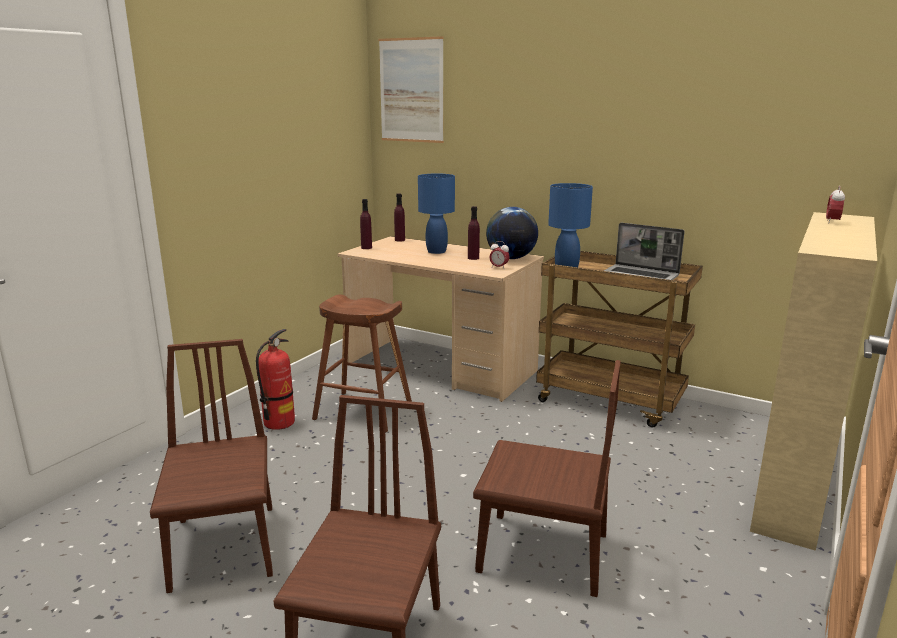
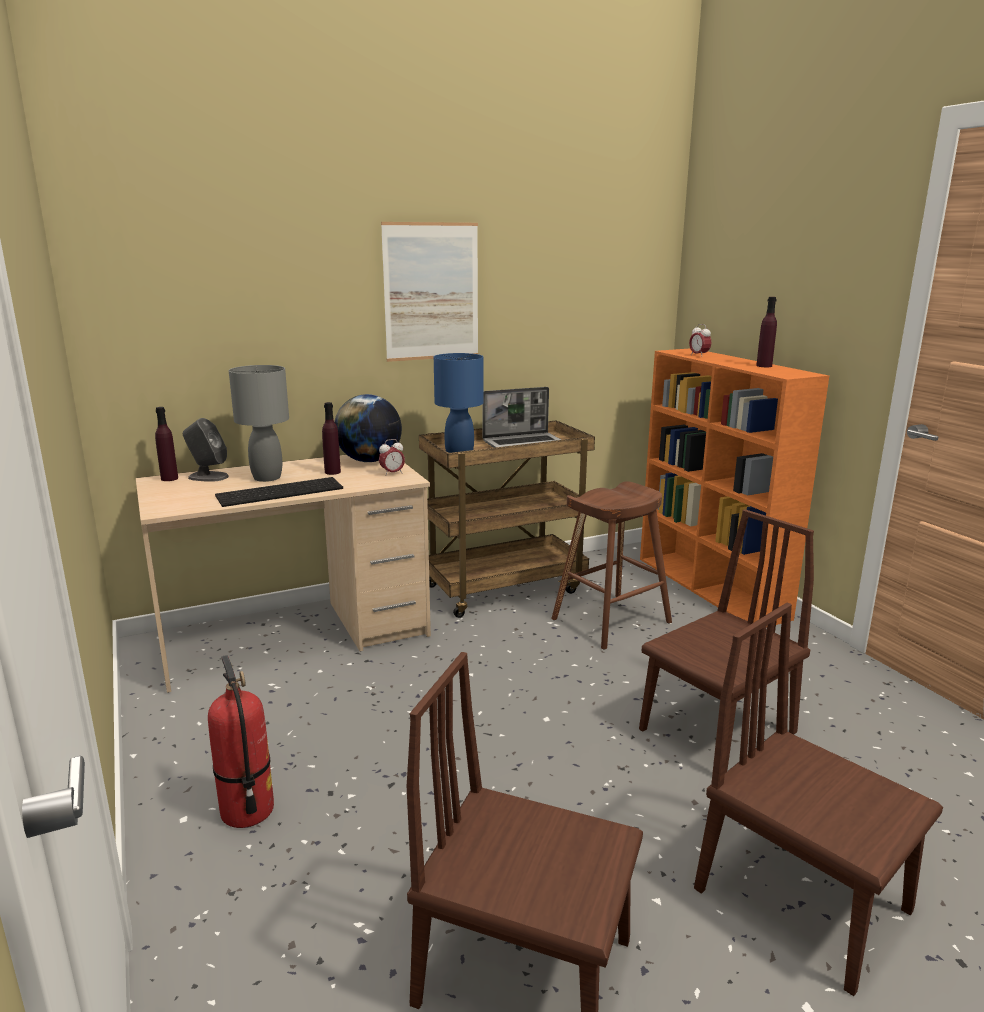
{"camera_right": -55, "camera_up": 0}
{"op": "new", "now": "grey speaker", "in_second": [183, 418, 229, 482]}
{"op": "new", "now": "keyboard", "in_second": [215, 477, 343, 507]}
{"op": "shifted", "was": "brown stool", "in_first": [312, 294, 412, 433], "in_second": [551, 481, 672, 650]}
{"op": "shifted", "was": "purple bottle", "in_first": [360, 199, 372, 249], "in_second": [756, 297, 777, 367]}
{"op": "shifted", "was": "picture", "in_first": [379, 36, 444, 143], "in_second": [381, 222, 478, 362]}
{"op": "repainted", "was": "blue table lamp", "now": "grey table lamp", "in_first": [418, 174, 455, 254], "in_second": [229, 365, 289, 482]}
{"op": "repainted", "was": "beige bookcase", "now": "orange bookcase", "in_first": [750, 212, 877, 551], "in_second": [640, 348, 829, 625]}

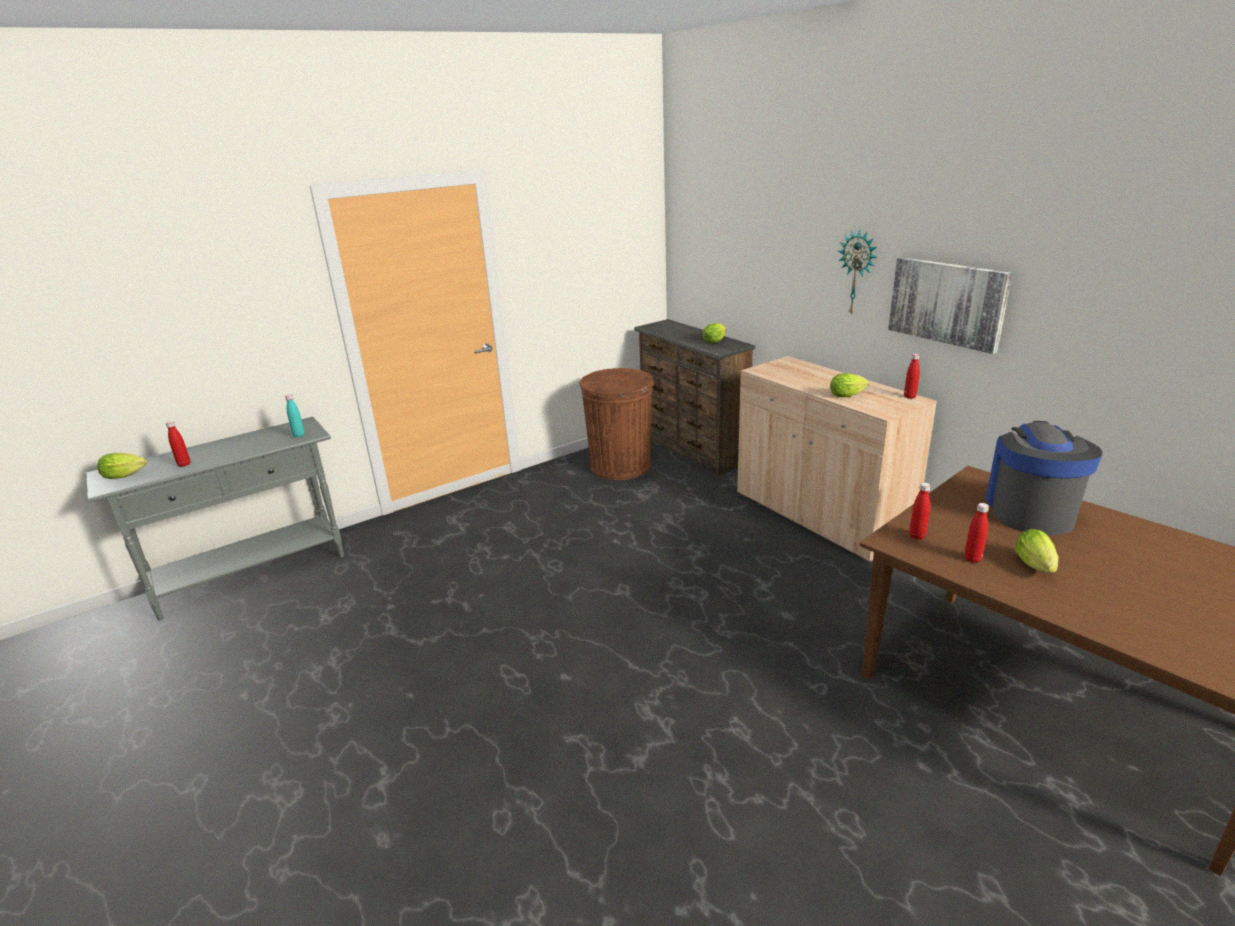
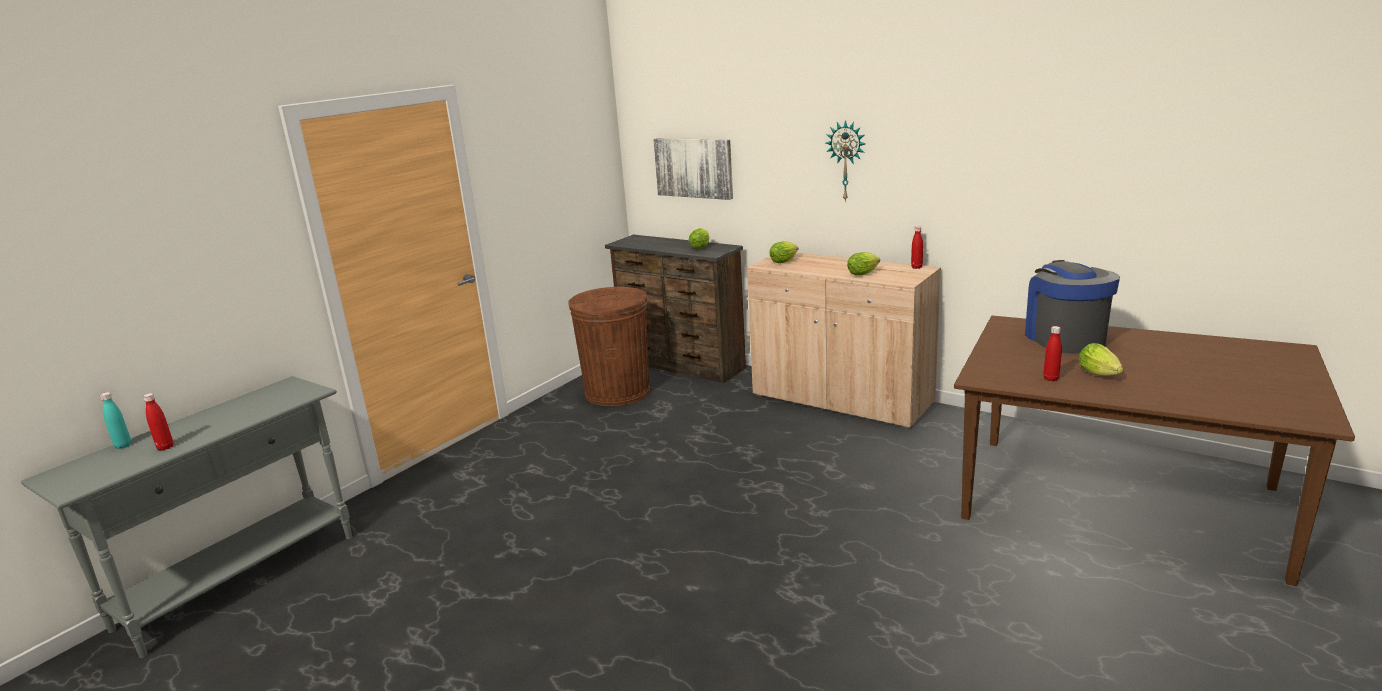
{"camera_right": -20, "camera_up": -5}
{"op": "gone", "was": "red bottle", "in_first": [909, 482, 930, 539]}
{"op": "shifted", "was": "lettuce", "in_first": [97, 453, 147, 479], "in_second": [769, 241, 798, 263]}
{"op": "shifted", "was": "turquoise bottle", "in_first": [285, 394, 305, 437], "in_second": [100, 392, 131, 449]}
{"op": "shifted", "was": "picture", "in_first": [888, 257, 1012, 354], "in_second": [653, 138, 733, 200]}

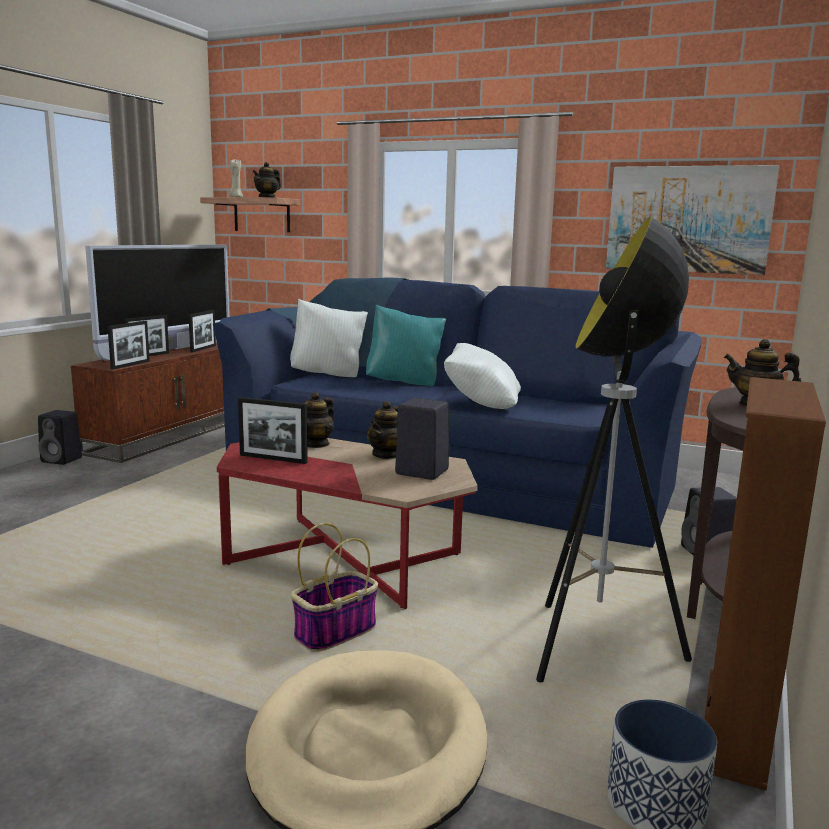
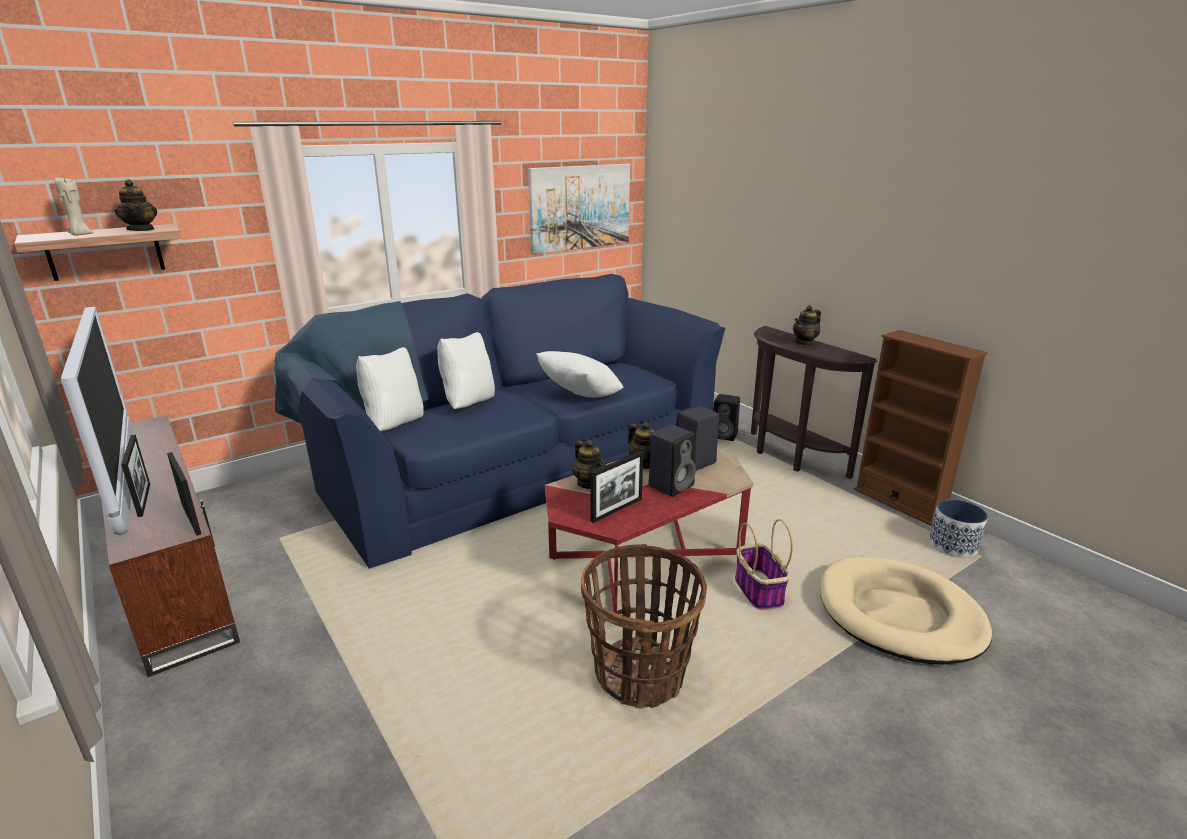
{"camera_right": -60, "camera_up": 10}
{"op": "gone", "was": "picture frame", "in_first": [188, 310, 216, 352]}
{"op": "gone", "was": "floor lamp", "in_first": [536, 216, 692, 682]}
{"op": "new", "now": "basket", "in_second": [581, 544, 707, 709]}
{"op": "shifted", "was": "black speaker", "in_first": [38, 410, 82, 465], "in_second": [648, 425, 696, 497]}
{"op": "repainted", "was": "turquoise pillow", "now": "white pillow", "in_first": [366, 304, 446, 386], "in_second": [437, 332, 495, 409]}

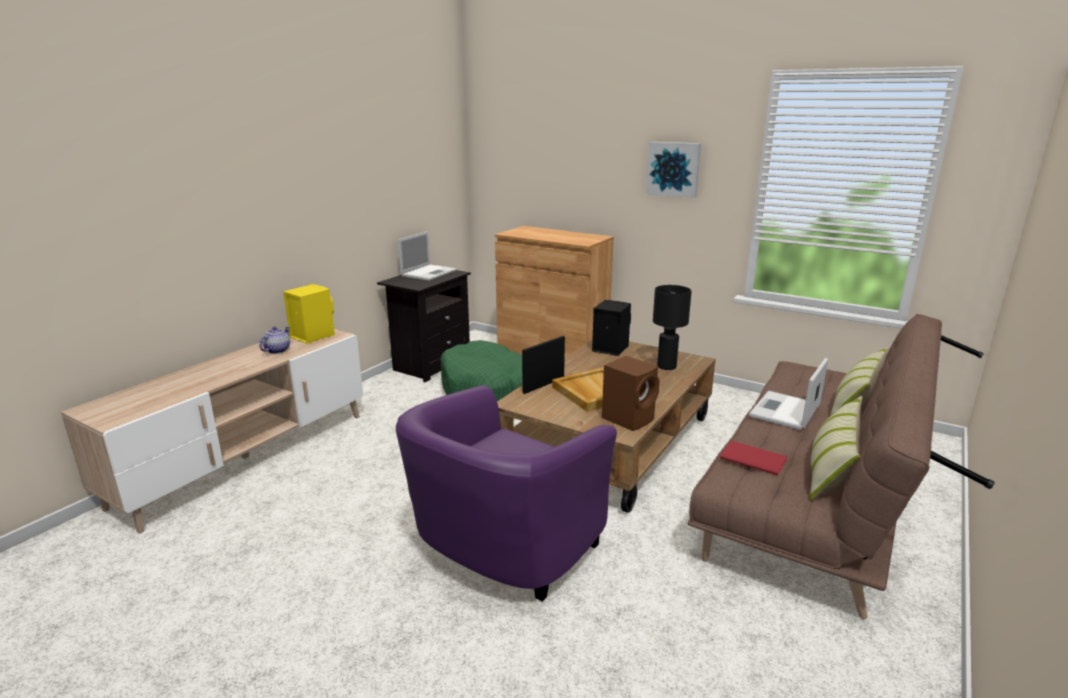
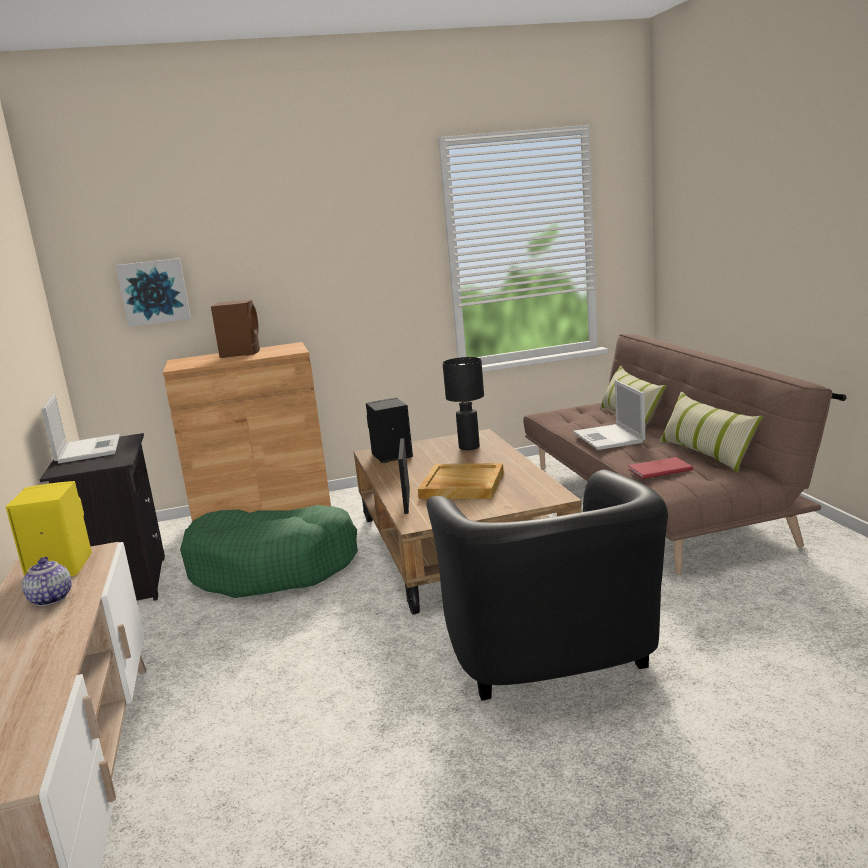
{"camera_right": -45, "camera_up": -5}
{"op": "shifted", "was": "brown speaker", "in_first": [602, 356, 660, 431], "in_second": [211, 299, 260, 358]}
{"op": "shifted", "was": "picture", "in_first": [646, 142, 701, 198], "in_second": [116, 258, 191, 327]}
{"op": "repainted", "was": "purple armchair", "now": "black armchair", "in_first": [396, 385, 617, 602], "in_second": [426, 470, 668, 701]}

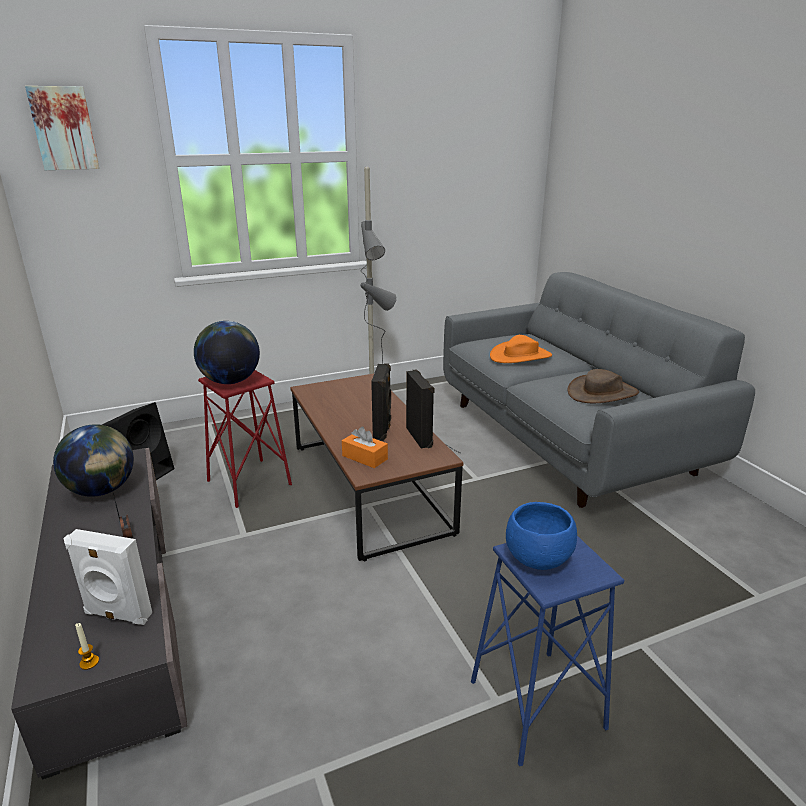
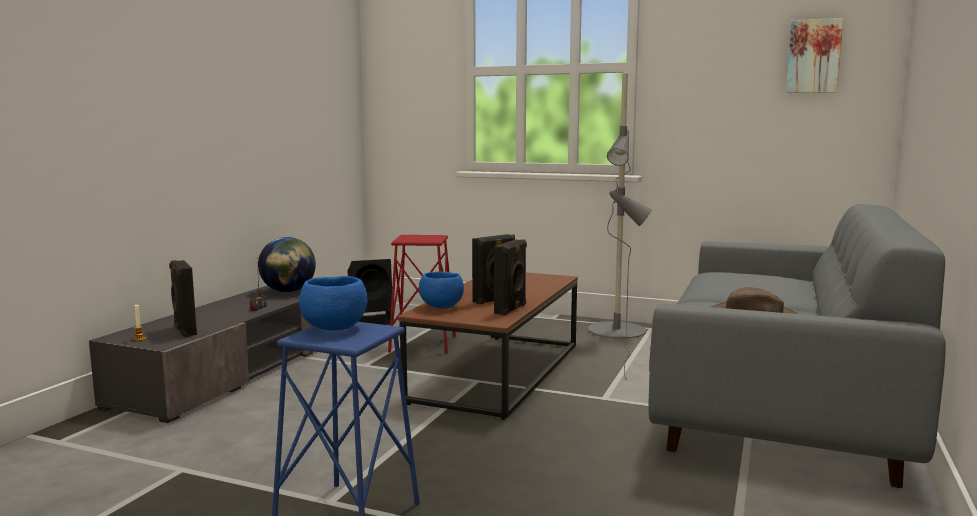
{"camera_right": 45, "camera_up": -15}
{"op": "gone", "was": "globe", "in_first": [194, 321, 260, 384]}
{"op": "gone", "was": "orange hat", "in_first": [490, 335, 552, 363]}
{"op": "shifted", "was": "picture", "in_first": [25, 86, 99, 170], "in_second": [786, 18, 843, 93]}
{"op": "swapped", "was": "orange tissue box", "now": "blue bowl", "in_first": [342, 427, 388, 468], "in_second": [419, 272, 464, 308]}
{"op": "repainted", "was": "white speaker", "now": "black speaker", "in_first": [64, 529, 152, 625], "in_second": [169, 260, 197, 337]}

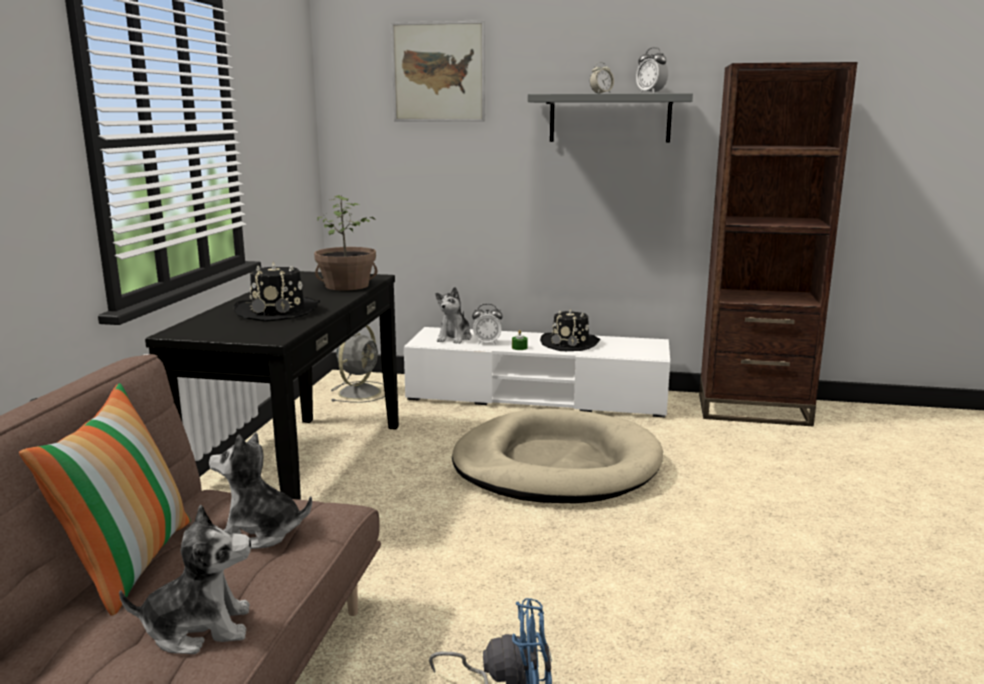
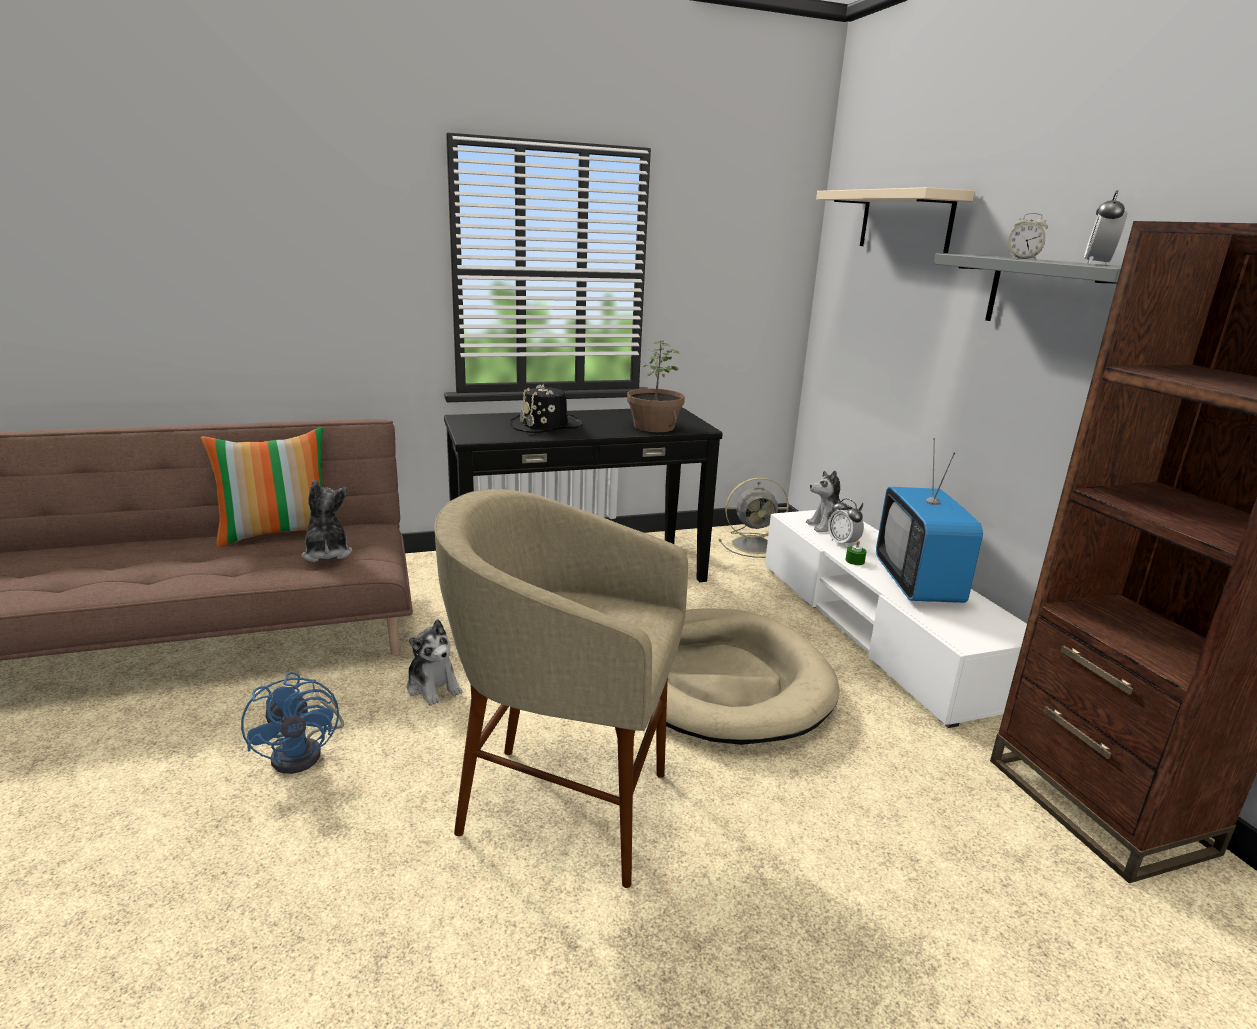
{"camera_right": 60, "camera_up": 5}
{"op": "new", "now": "beige stool", "in_second": [434, 489, 688, 888]}
{"op": "shifted", "was": "plush toy", "in_first": [119, 505, 251, 654], "in_second": [407, 619, 463, 706]}
{"op": "swapped", "was": "picture", "now": "beige shelf", "in_first": [391, 21, 485, 121], "in_second": [816, 187, 975, 253]}
{"op": "swapped", "was": "black hat", "now": "television", "in_first": [540, 309, 601, 351], "in_second": [876, 438, 983, 603]}

